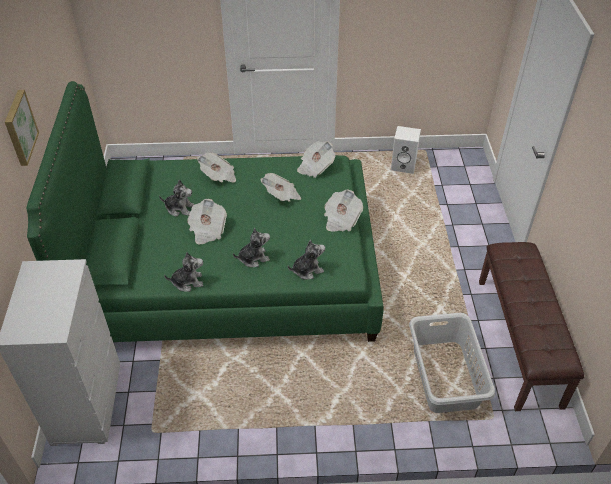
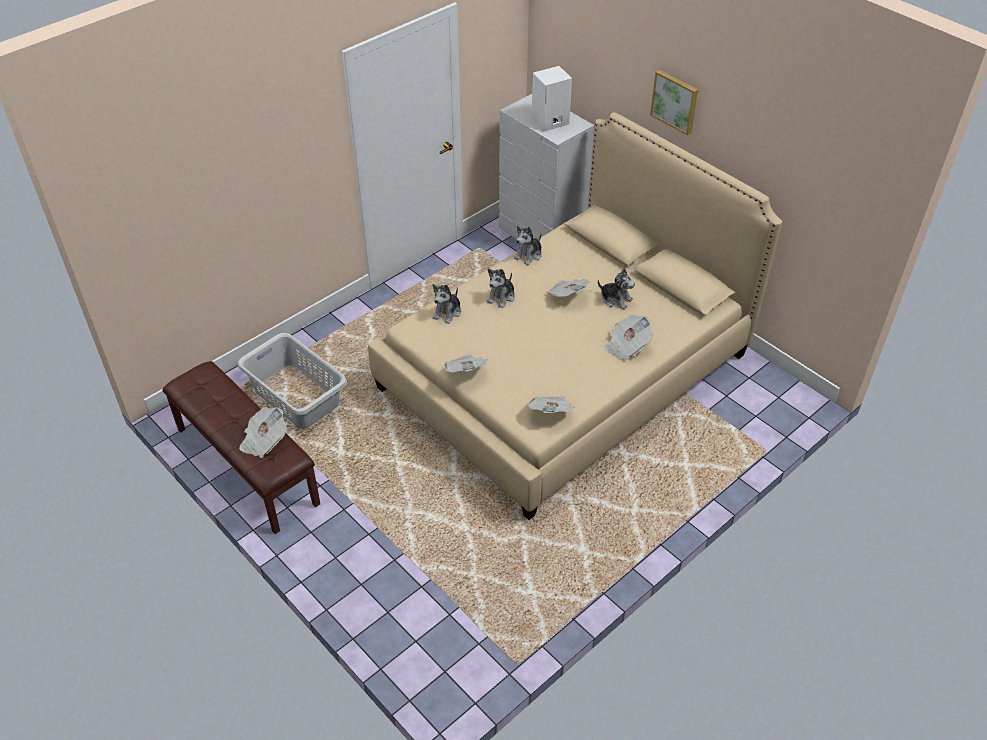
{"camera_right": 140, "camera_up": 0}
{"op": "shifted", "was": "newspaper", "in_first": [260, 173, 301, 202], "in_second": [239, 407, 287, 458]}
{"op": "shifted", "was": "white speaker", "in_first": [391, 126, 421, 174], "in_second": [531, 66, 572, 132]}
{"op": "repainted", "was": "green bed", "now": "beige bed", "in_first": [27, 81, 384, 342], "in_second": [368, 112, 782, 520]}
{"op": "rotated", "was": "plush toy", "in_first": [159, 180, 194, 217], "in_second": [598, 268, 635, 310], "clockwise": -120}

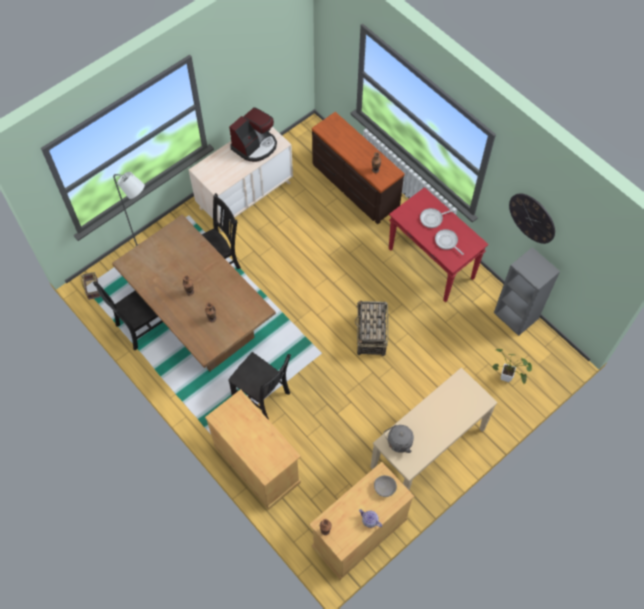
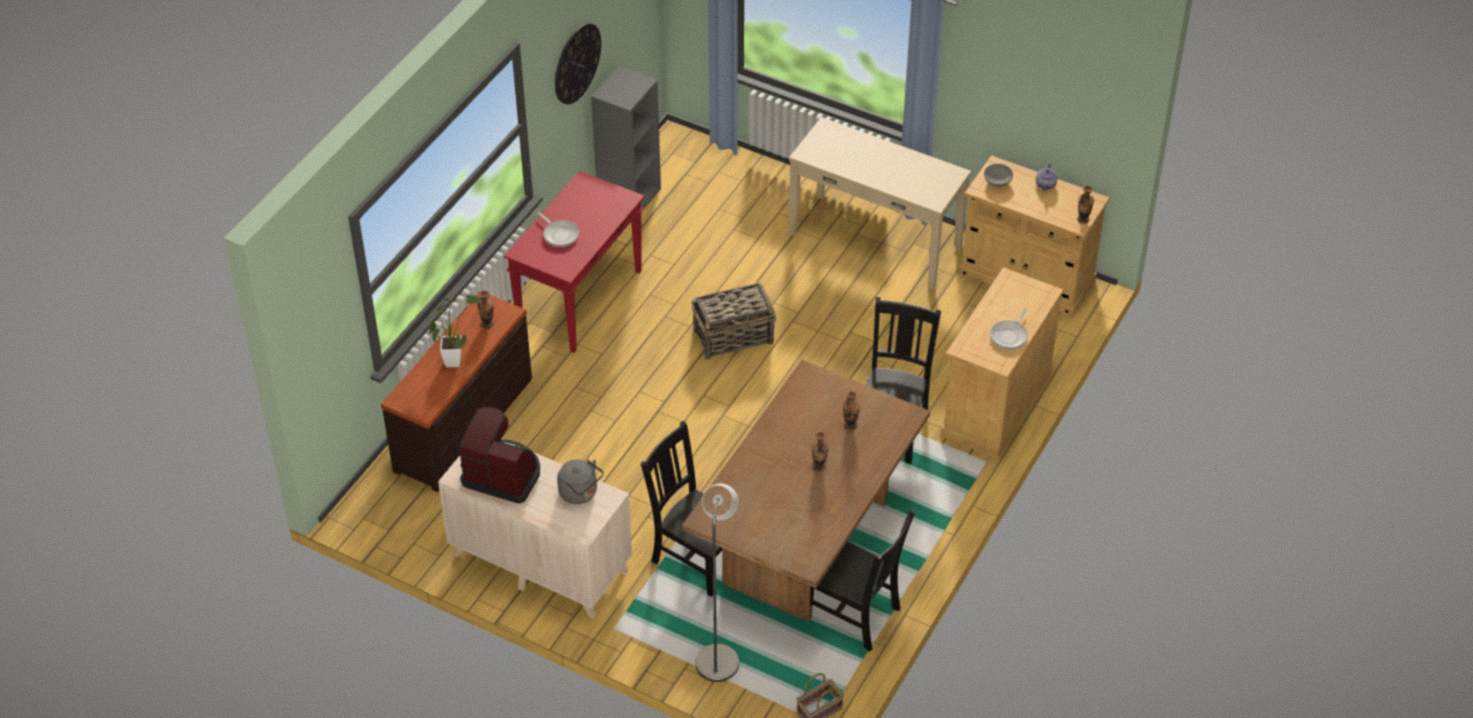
{"camera_right": -110, "camera_up": -15}
{"op": "shifted", "was": "grey kettle", "in_first": [384, 425, 414, 453], "in_second": [557, 460, 604, 504]}
{"op": "shifted", "was": "frying pan", "in_first": [435, 229, 464, 255], "in_second": [990, 309, 1028, 350]}
{"op": "shifted", "was": "potted plant", "in_first": [492, 349, 532, 384], "in_second": [429, 295, 480, 367]}

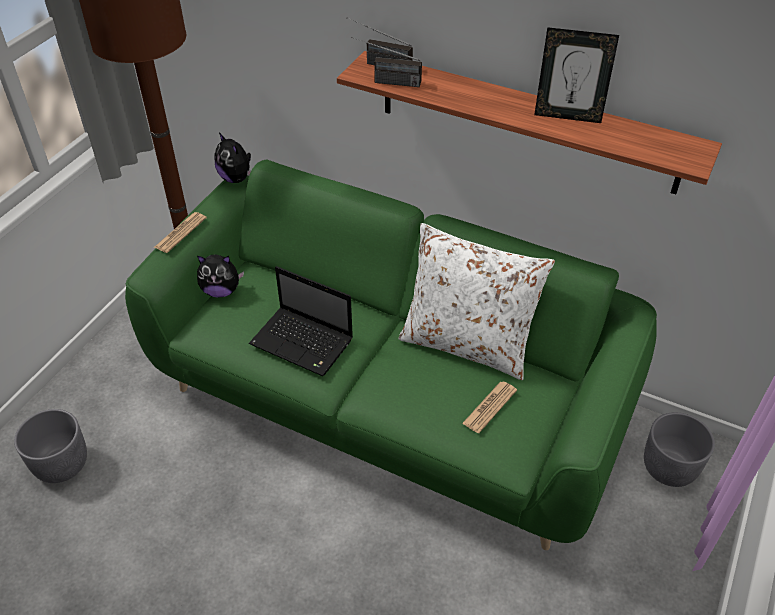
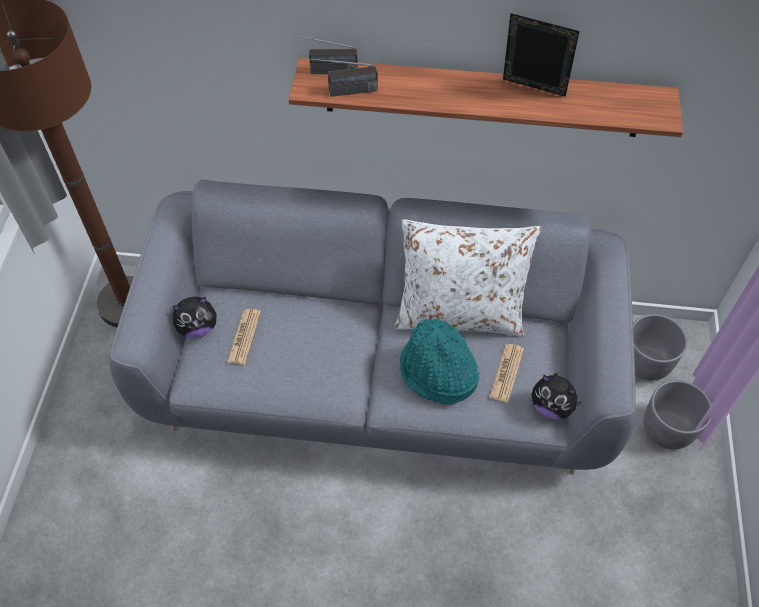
{"camera_right": -20, "camera_up": 10}
{"op": "gone", "was": "laptop", "in_first": [249, 266, 353, 376]}
{"op": "new", "now": "turquoise hat", "in_second": [400, 319, 480, 404]}
{"op": "shifted", "was": "grey planter", "in_first": [14, 409, 87, 483], "in_second": [644, 380, 711, 450]}
{"op": "shifted", "was": "newspaper", "in_first": [154, 212, 207, 253], "in_second": [227, 309, 261, 365]}
{"op": "shifted", "was": "plush toy", "in_first": [215, 132, 251, 183], "in_second": [532, 373, 581, 419]}
{"op": "repainted", "was": "green sofa", "now": "grey sofa", "in_first": [125, 159, 657, 550], "in_second": [110, 180, 636, 475]}
{"op": "rotated", "was": "picture frame", "in_first": [534, 27, 619, 123], "in_second": [503, 13, 580, 97], "clockwise": -150}

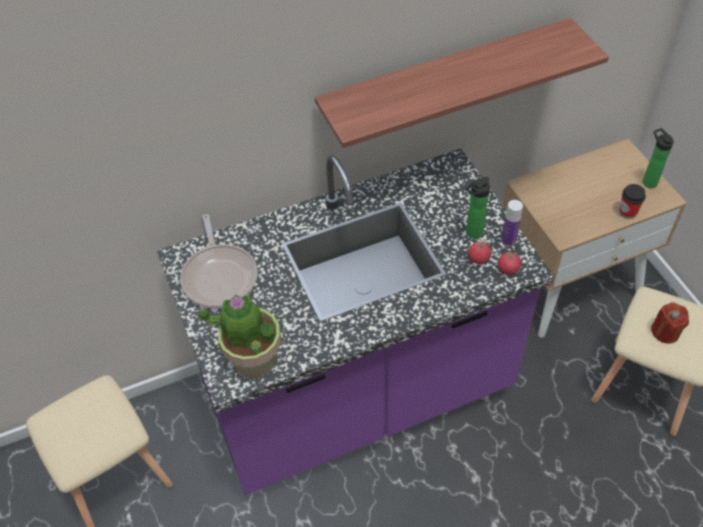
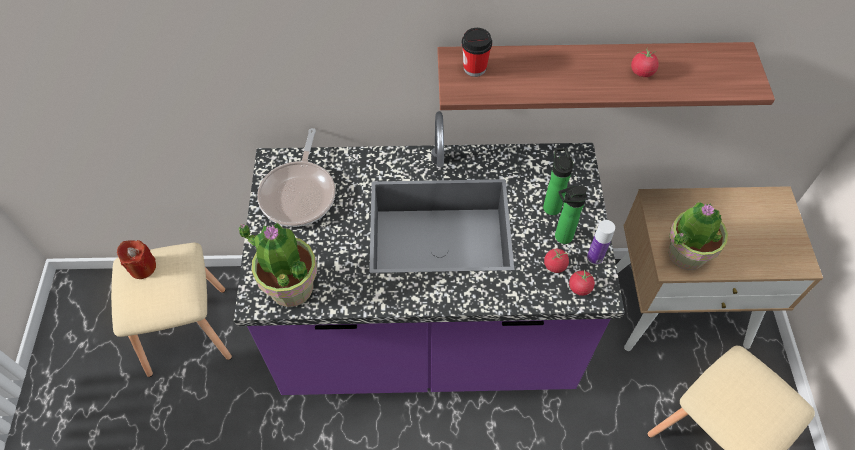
{"camera_right": 20, "camera_up": 5}
{"op": "new", "now": "tomato", "in_second": [631, 48, 659, 77]}
{"op": "new", "now": "potted plant", "in_second": [668, 202, 728, 270]}
{"op": "shifted", "was": "cup", "in_first": [619, 184, 646, 219], "in_second": [462, 28, 492, 77]}
{"op": "shifted", "was": "bottle", "in_first": [643, 128, 674, 188], "in_second": [543, 148, 573, 215]}
{"op": "shifted", "was": "red candle", "in_first": [651, 302, 689, 344], "in_second": [117, 240, 156, 279]}

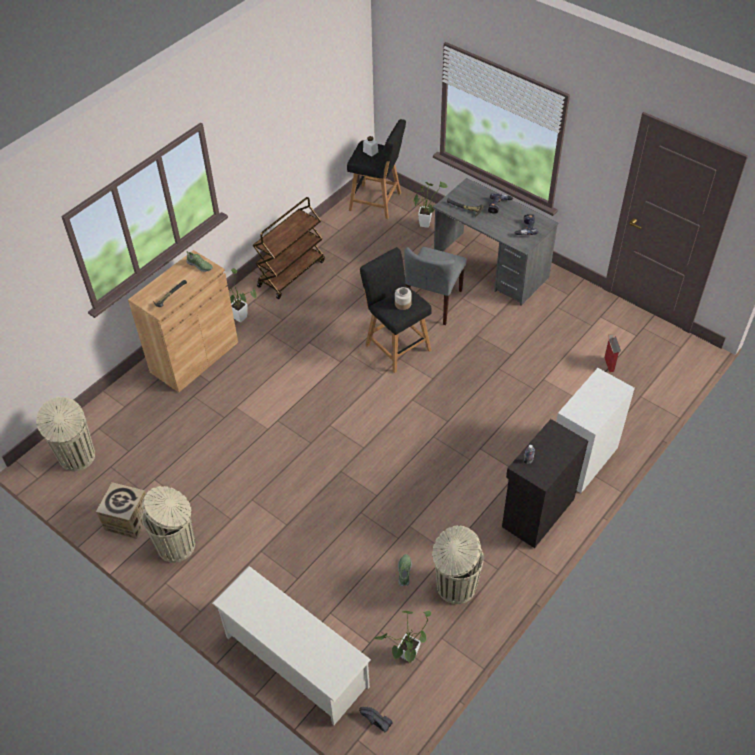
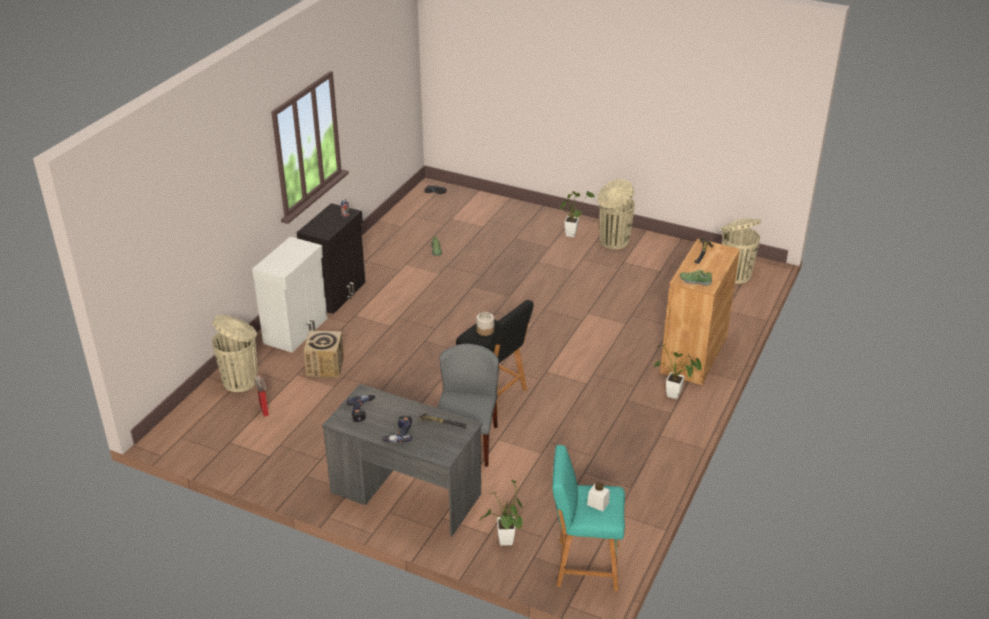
{"camera_right": 165, "camera_up": -15}
{"op": "gone", "was": "white shoe rack", "in_first": [212, 566, 371, 725]}
{"op": "gone", "was": "brown cart", "in_first": [253, 197, 325, 299]}
{"op": "shifted", "was": "cardboard box", "in_first": [96, 482, 146, 539], "in_second": [303, 331, 344, 378]}
{"op": "shifted", "was": "potted plant", "in_first": [374, 611, 431, 663], "in_second": [560, 191, 595, 237]}
{"op": "shifted", "was": "beige trash can", "in_first": [432, 526, 484, 604], "in_second": [212, 315, 258, 392]}
{"op": "repainted", "was": "black stool", "now": "turquoise stool", "in_first": [347, 119, 406, 219], "in_second": [552, 445, 625, 591]}

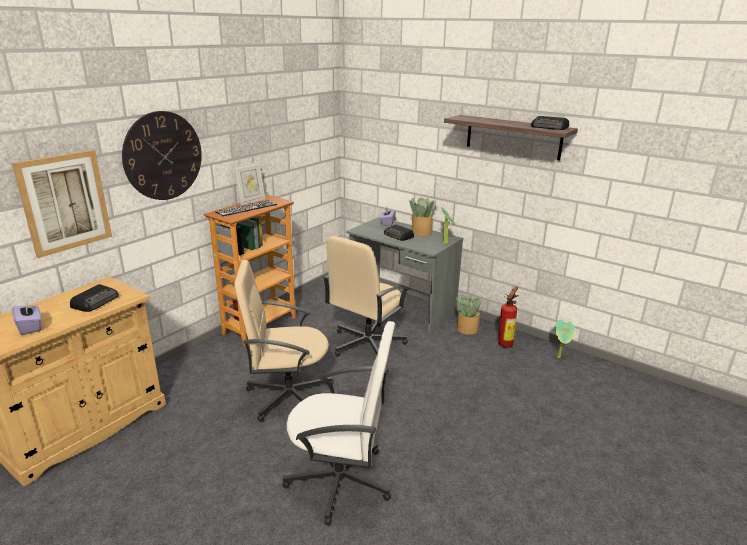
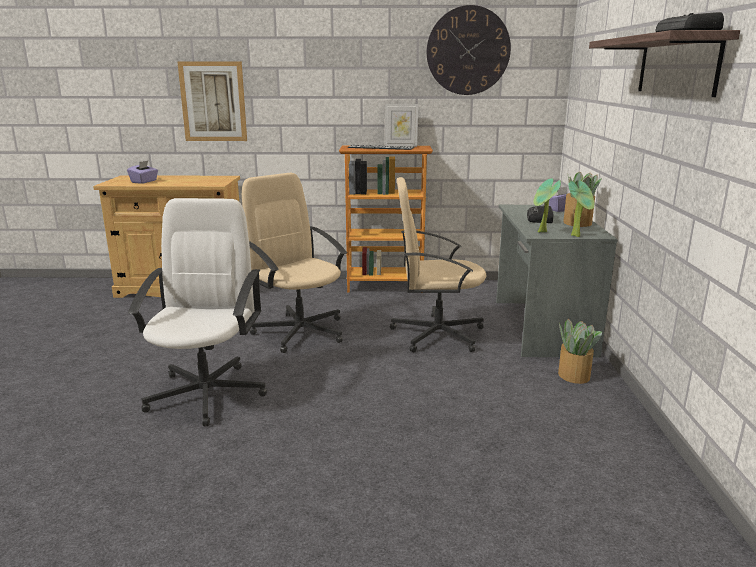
{"camera_right": 55, "camera_up": -5}
{"op": "gone", "was": "radio", "in_first": [70, 284, 119, 312]}
{"op": "gone", "was": "fire extinguisher", "in_first": [498, 286, 519, 348]}
{"op": "shifted", "was": "wall clock", "in_first": [122, 111, 202, 200], "in_second": [427, 5, 511, 95]}
{"op": "shifted", "was": "potted plant", "in_first": [555, 320, 575, 358], "in_second": [533, 178, 561, 233]}
{"op": "rotated", "was": "white office chair", "in_first": [282, 321, 395, 526], "in_second": [128, 198, 267, 426], "clockwise": -150}

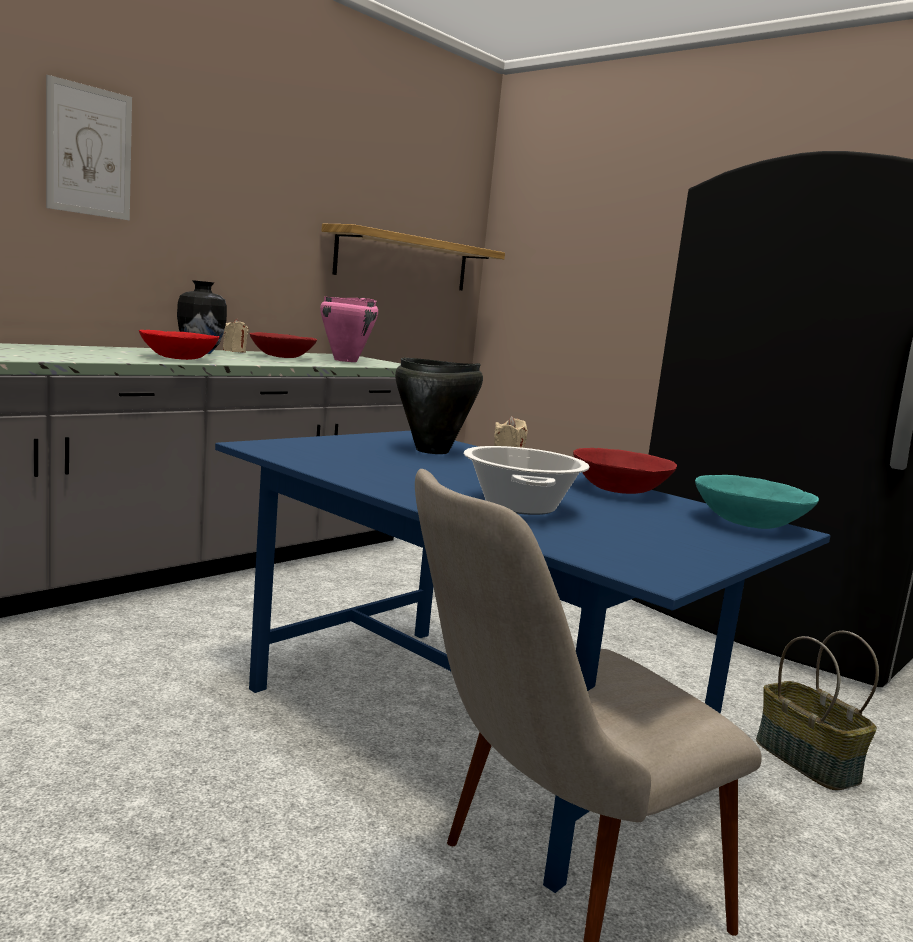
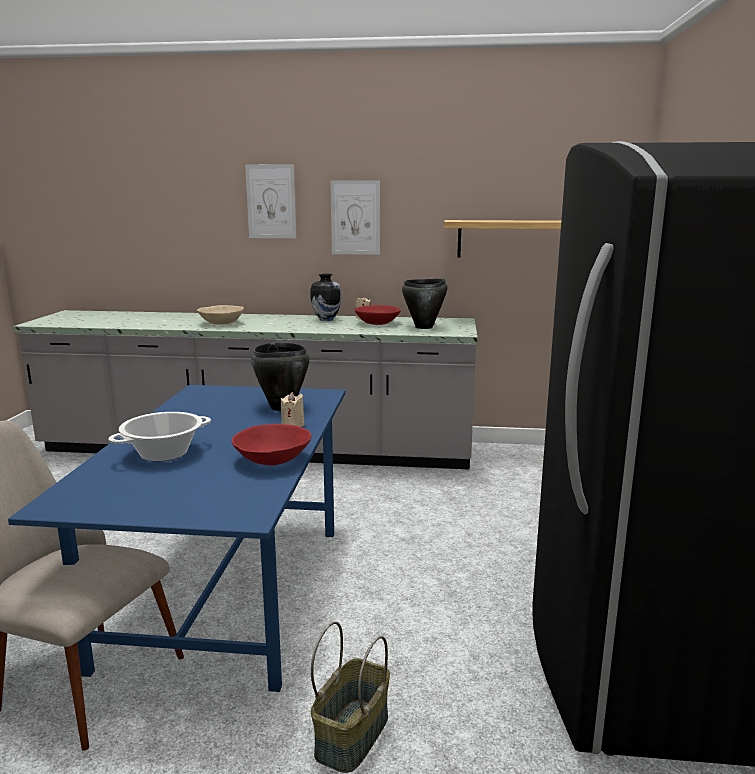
{"camera_right": 55, "camera_up": 5}
{"op": "gone", "was": "red bowl", "in_first": [139, 330, 219, 360]}
{"op": "gone", "was": "turquoise bowl", "in_first": [695, 475, 819, 529]}
{"op": "new", "now": "beige bowl", "in_second": [197, 305, 244, 325]}
{"op": "new", "now": "picture", "in_second": [330, 180, 380, 255]}
{"op": "repainted", "was": "pink cooking pot", "now": "black cooking pot", "in_first": [320, 296, 378, 362], "in_second": [402, 279, 448, 329]}

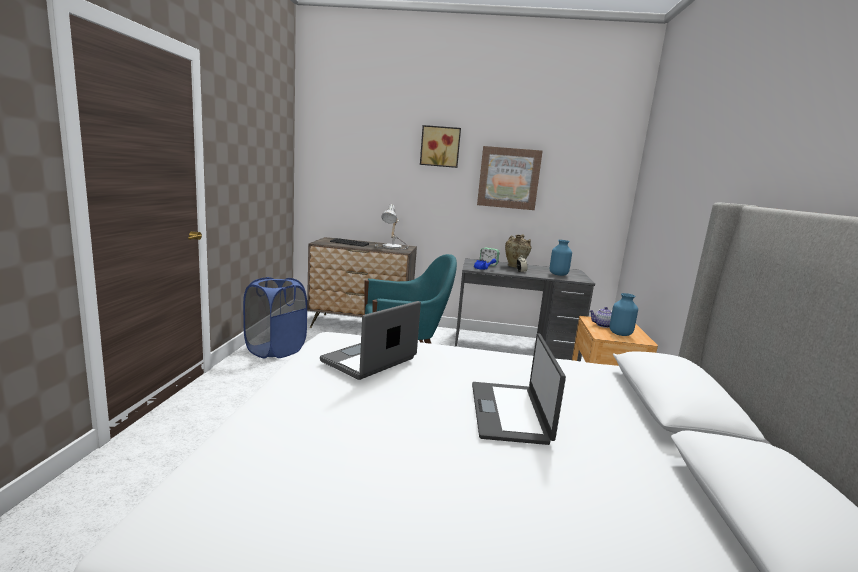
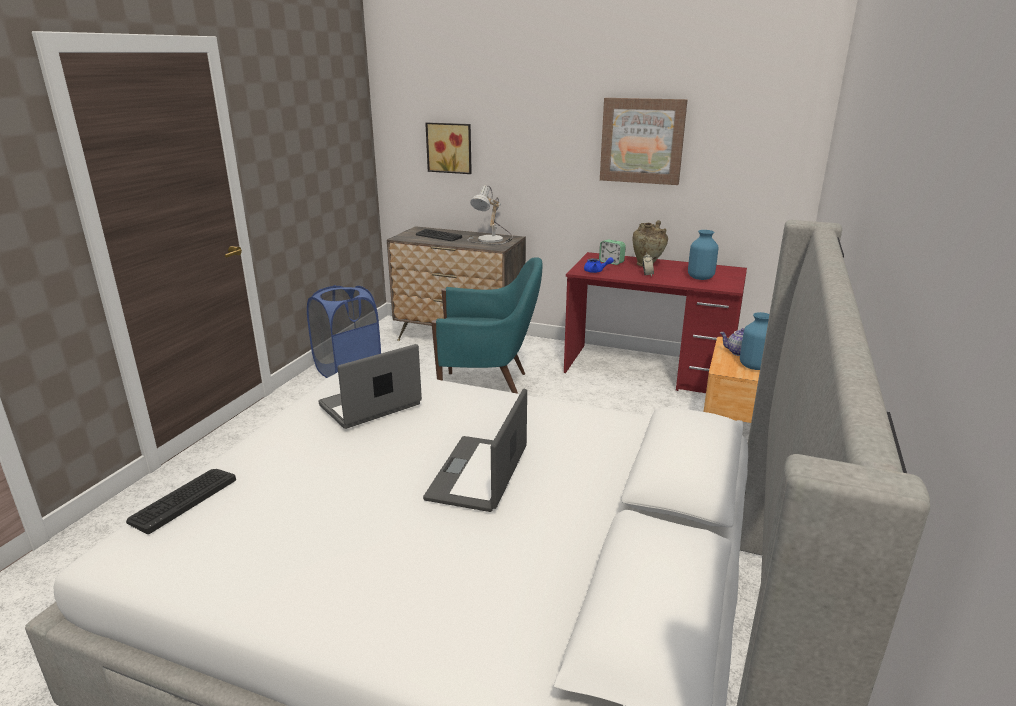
{"camera_right": 15, "camera_up": 10}
{"op": "new", "now": "keyboard", "in_second": [126, 469, 236, 534]}
{"op": "shifted", "was": "picture", "in_first": [420, 125, 461, 168], "in_second": [425, 122, 472, 174]}
{"op": "repainted", "was": "grey desk", "now": "red desk", "in_first": [455, 258, 595, 362], "in_second": [564, 252, 747, 393]}

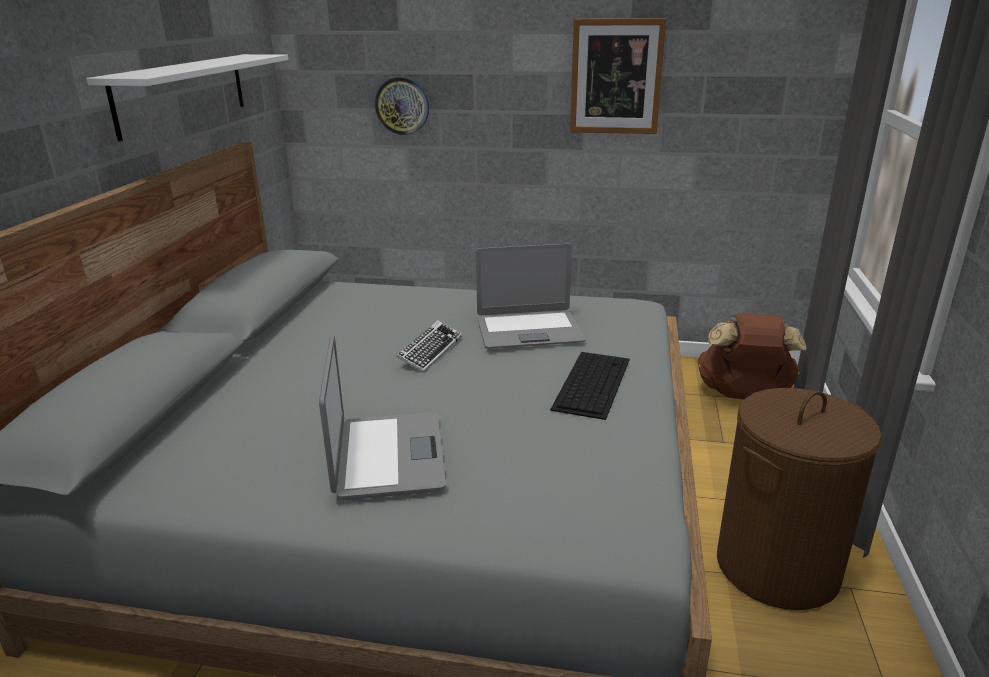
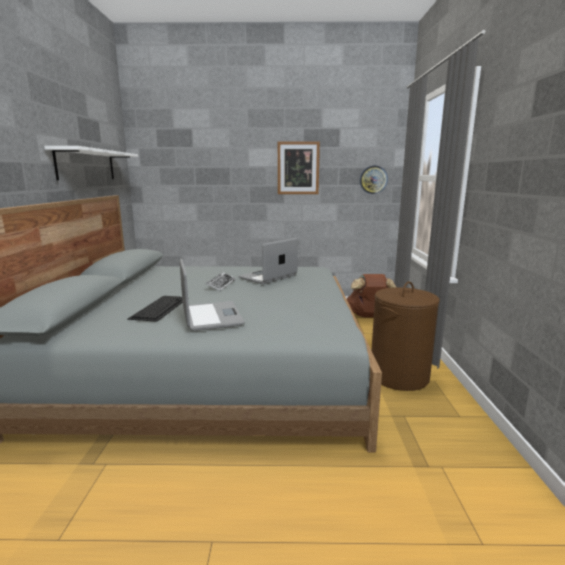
{"camera_right": -10, "camera_up": -10}
{"op": "shifted", "was": "wall clock", "in_first": [375, 77, 429, 135], "in_second": [360, 166, 388, 194]}
{"op": "shifted", "was": "keyboard", "in_first": [550, 352, 630, 420], "in_second": [127, 296, 189, 322]}
{"op": "rotated", "was": "laptop", "in_first": [476, 244, 586, 348], "in_second": [238, 238, 298, 284], "clockwise": 150}

